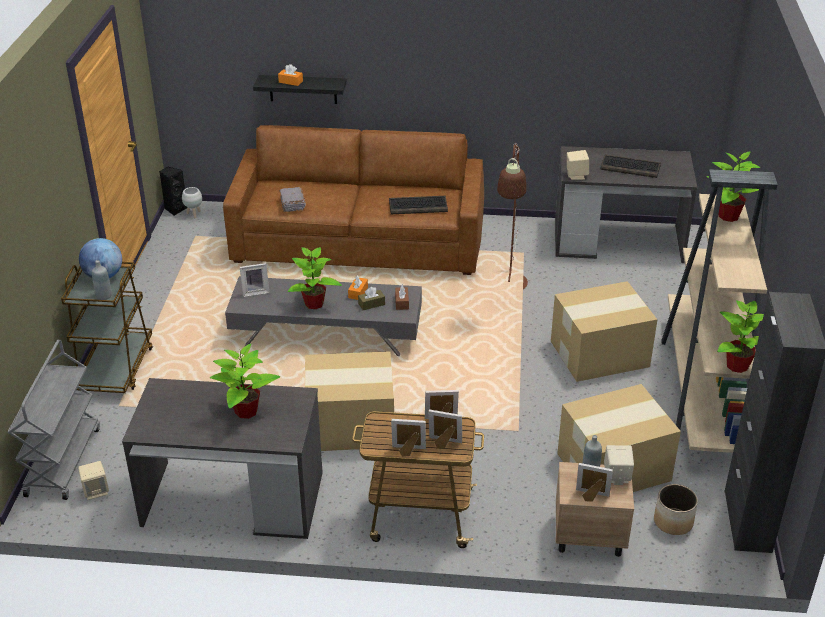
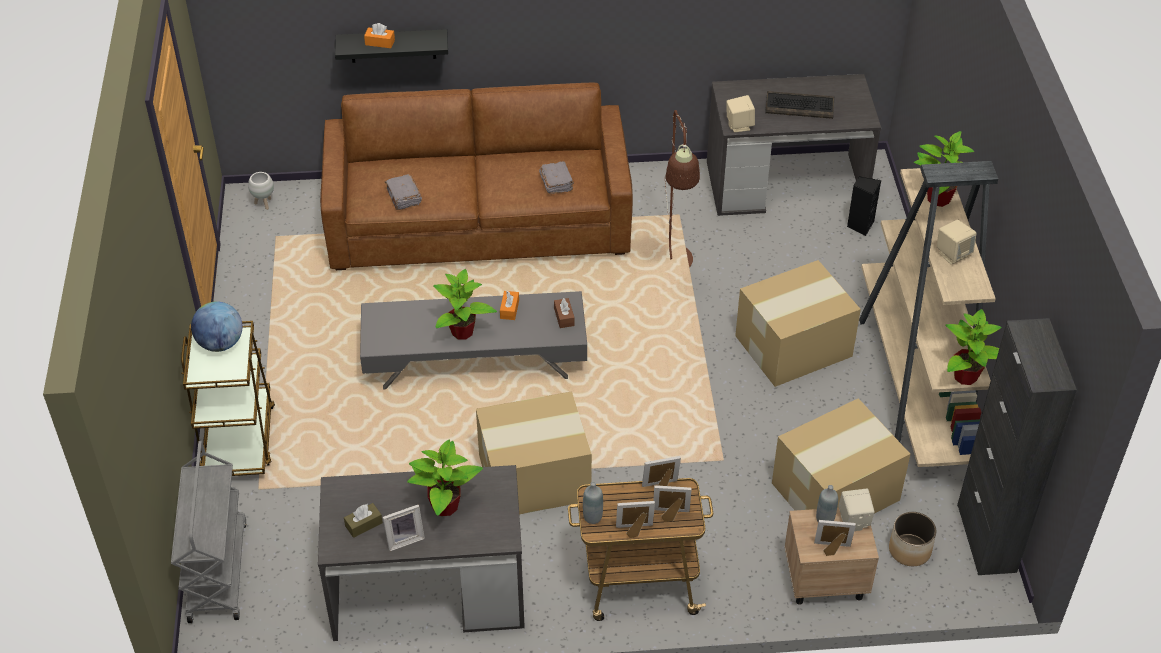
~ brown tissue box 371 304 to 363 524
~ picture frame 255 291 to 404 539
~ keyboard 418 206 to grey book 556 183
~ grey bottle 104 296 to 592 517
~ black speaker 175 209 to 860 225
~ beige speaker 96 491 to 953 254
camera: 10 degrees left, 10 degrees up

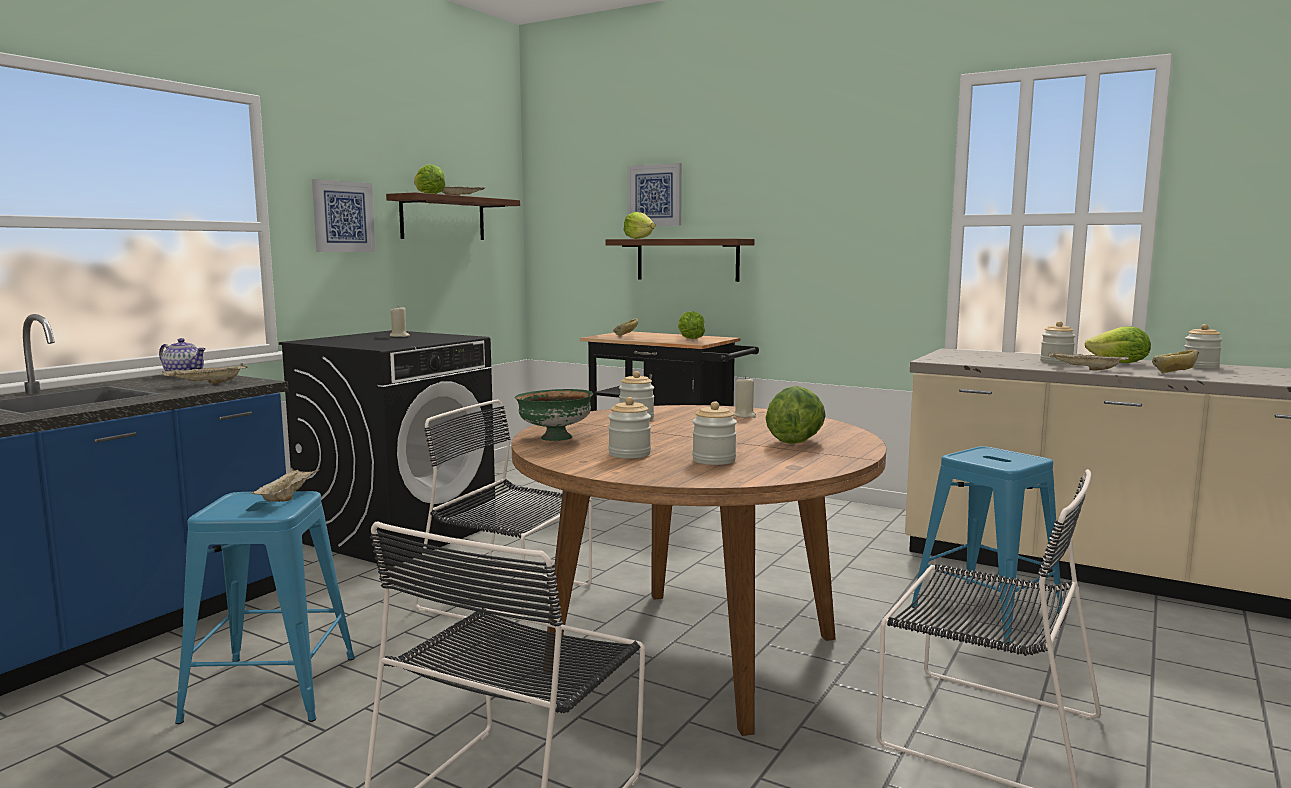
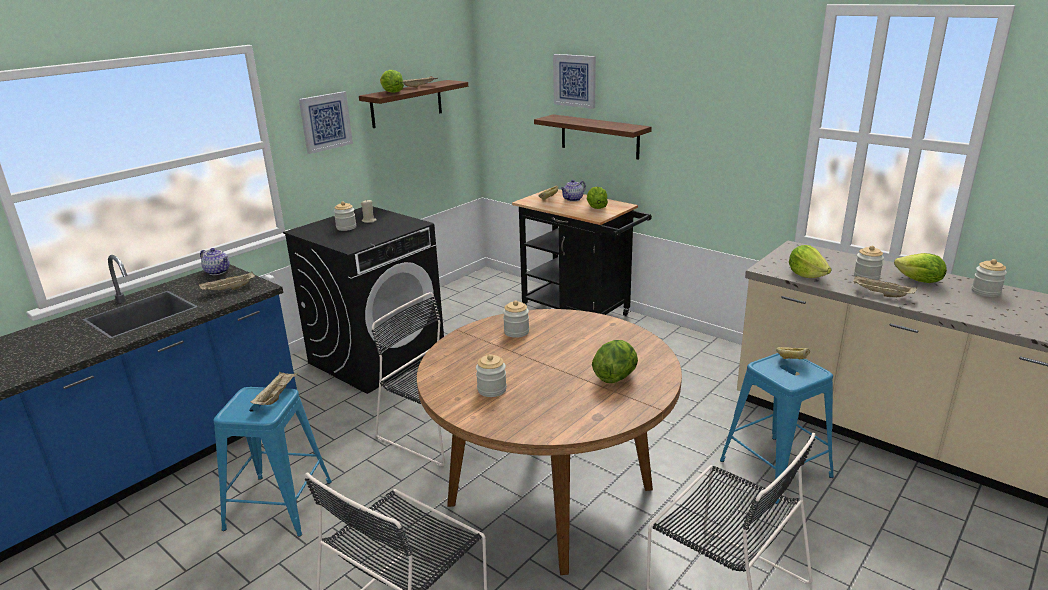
~ jar 714 460 to 346 227
+ teapot 573 199
~ bread 1174 374 to 791 361
~ lettuce 639 239 to 806 275
- green bowl 554 438
- beige candle 744 415
camera: 10 degrees right, 15 degrees up

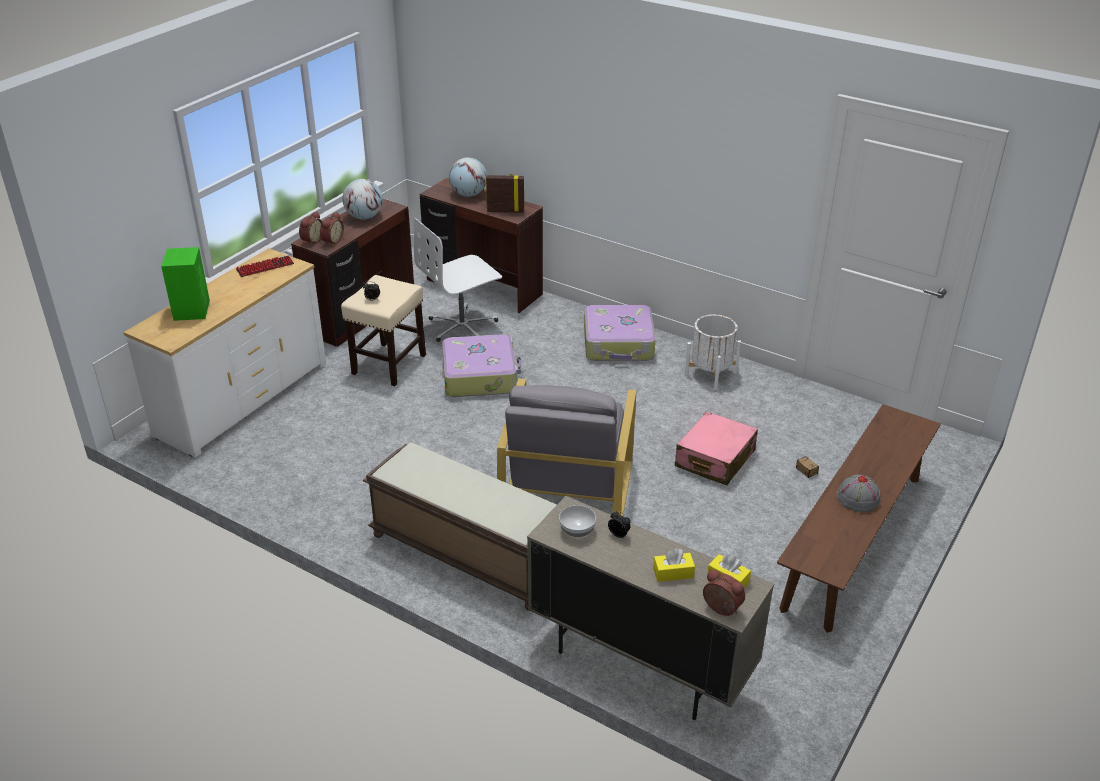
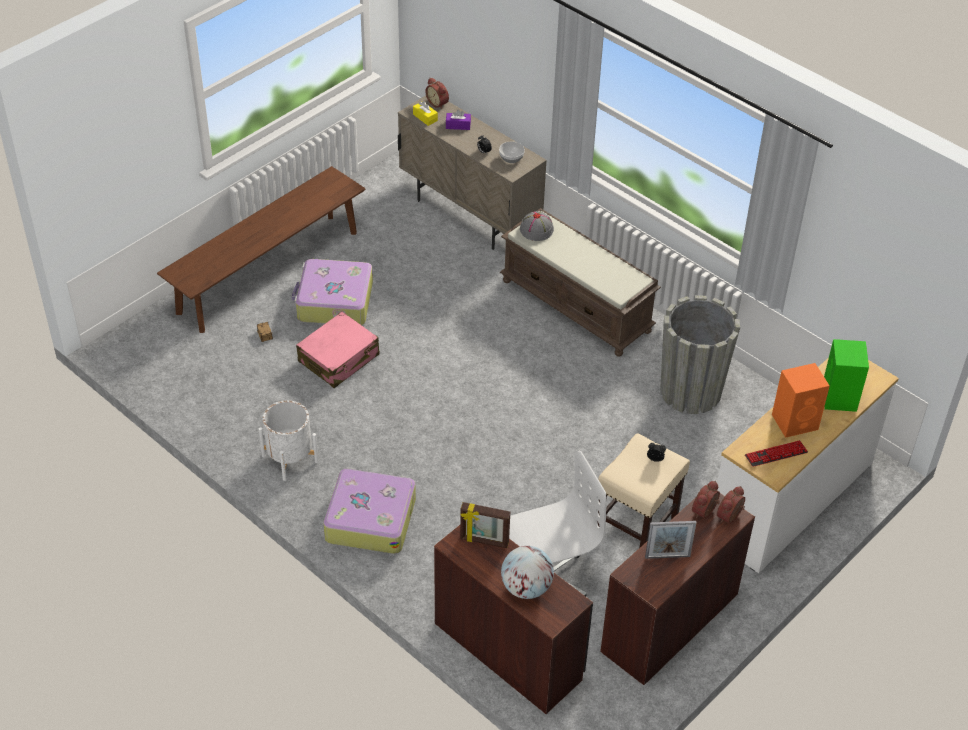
~ suitcase 480 375 to 334 302
~ yellow tissue box 673 573 to purple tissue box 458 125
~ grey hat 858 498 to 537 229
~ globe 364 217 to picture frame 667 556
+ grey planter 690 391
+ orange speaker 796 422
- grey armchair 567 492
camera: 170 degrees left, 10 degrees up

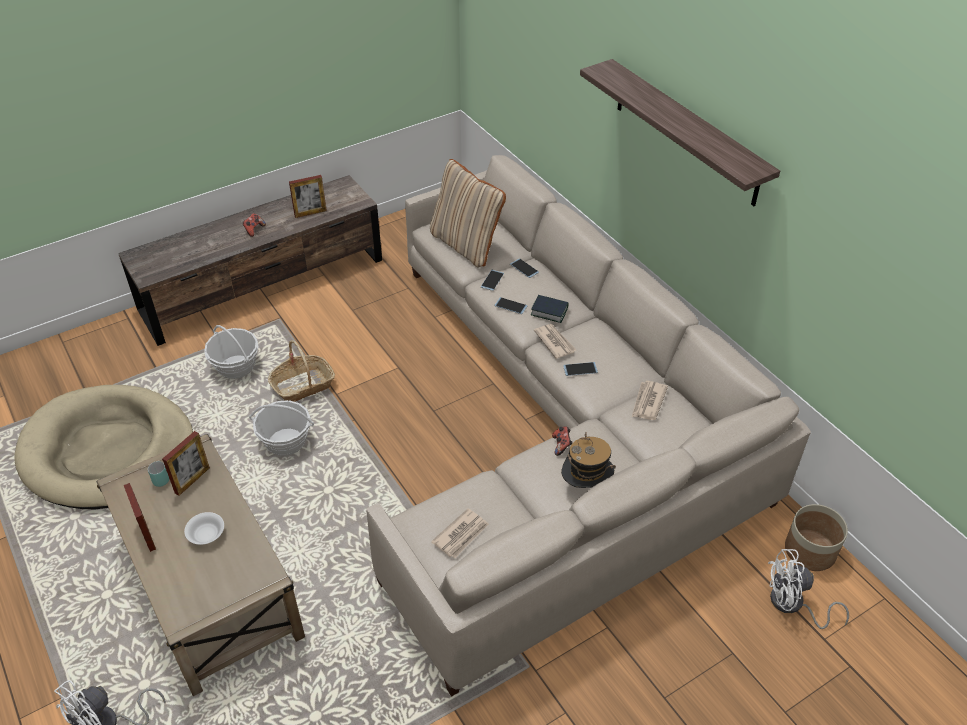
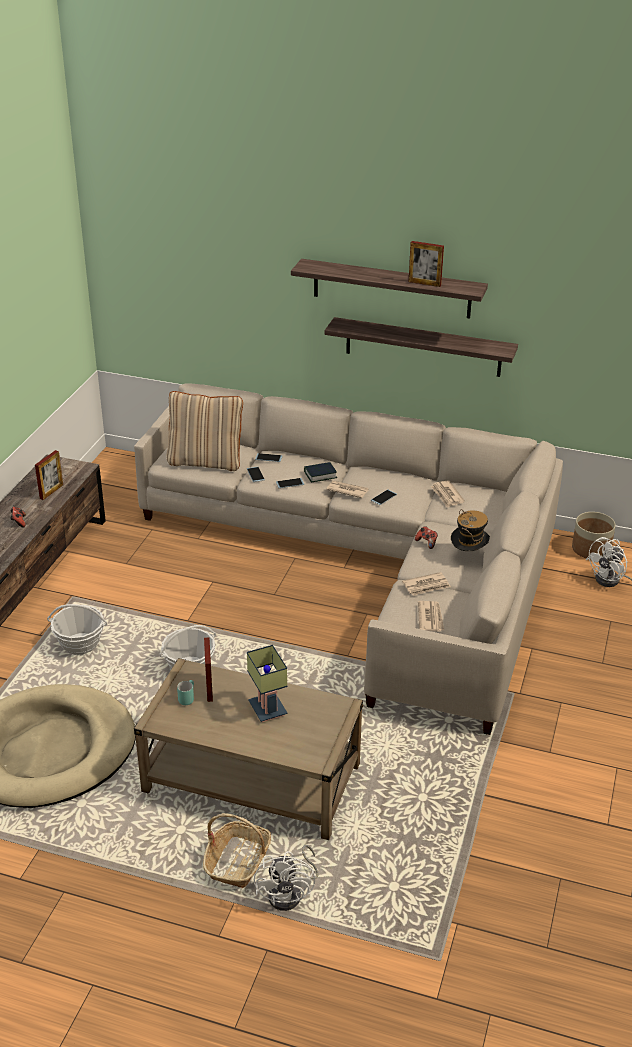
~ basket 303 386 to 238 861
~ white bowl 206 534 to table lamp 265 709
+ shelf 423 347
+ newspaper 426 586
~ picture frame 146 534 to 424 283
camera: 40 degrees left, 10 degrees down

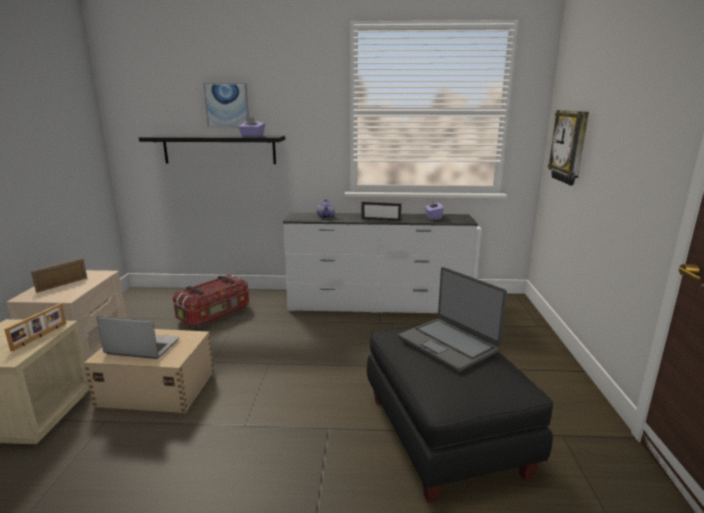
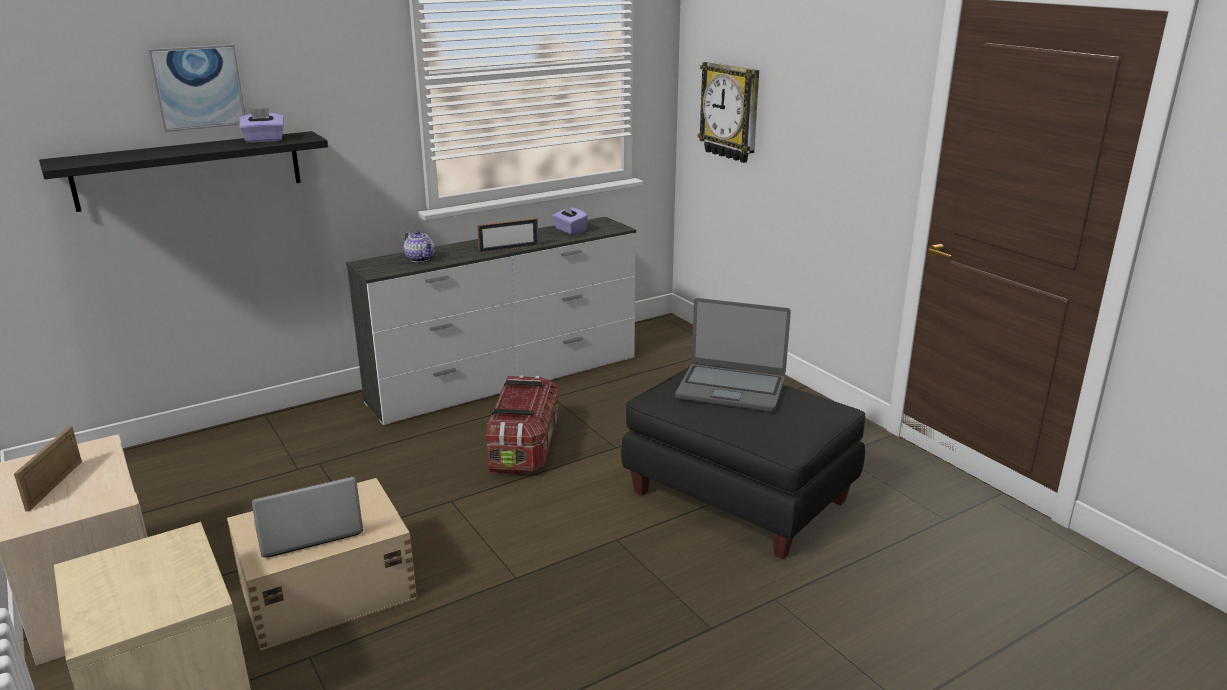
~ storage box 215 314 to 525 446
- picture frame 40 336
camera: 35 degrees left, 5 degrees up

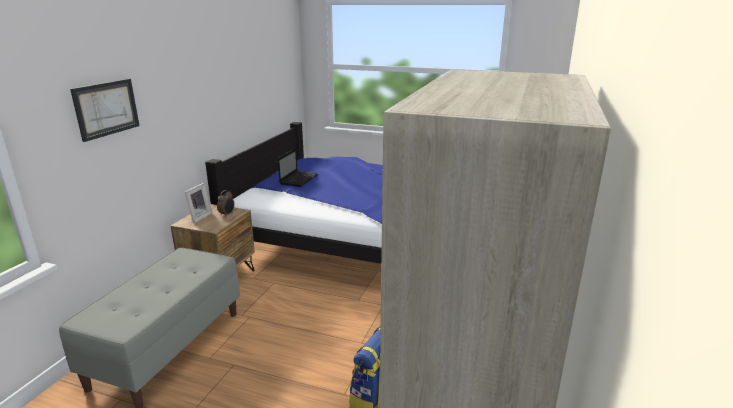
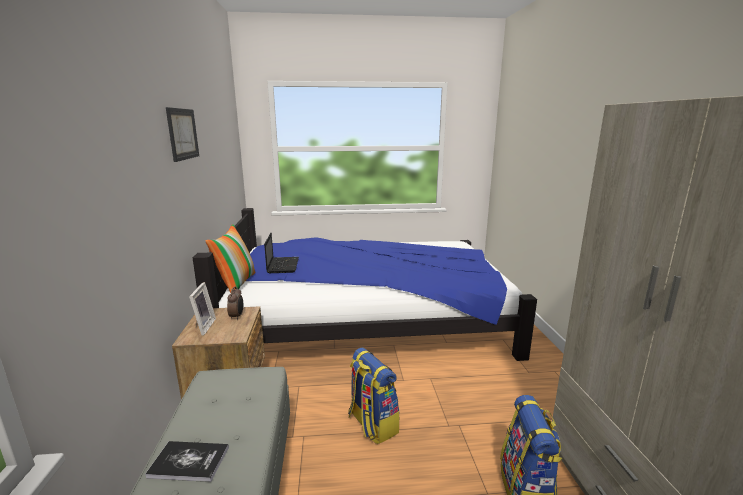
+ book 189 462
~ picture 106 108 to 182 134
+ pillow 236 284
+ backpack 372 424
camera: 25 degrees left, 5 degrees down

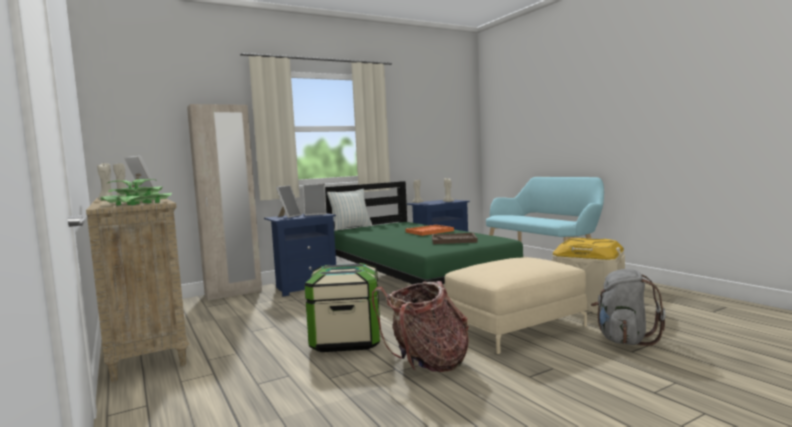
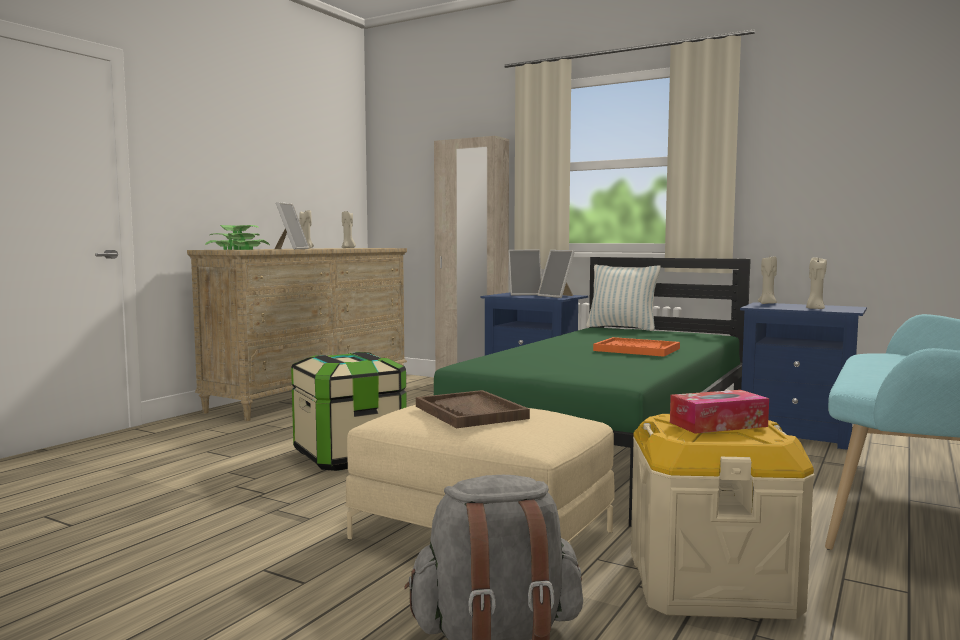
~ brown tray 454 240 to 471 412
+ tissue box 718 424
- backpack 426 363
camera: 60 degrees right, 0 degrees up

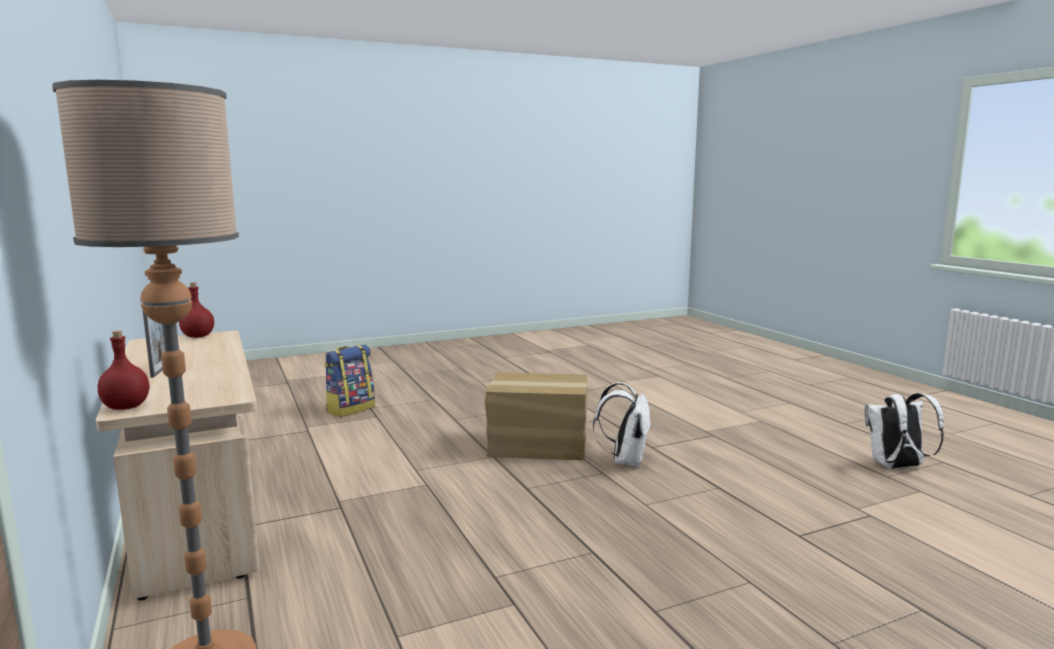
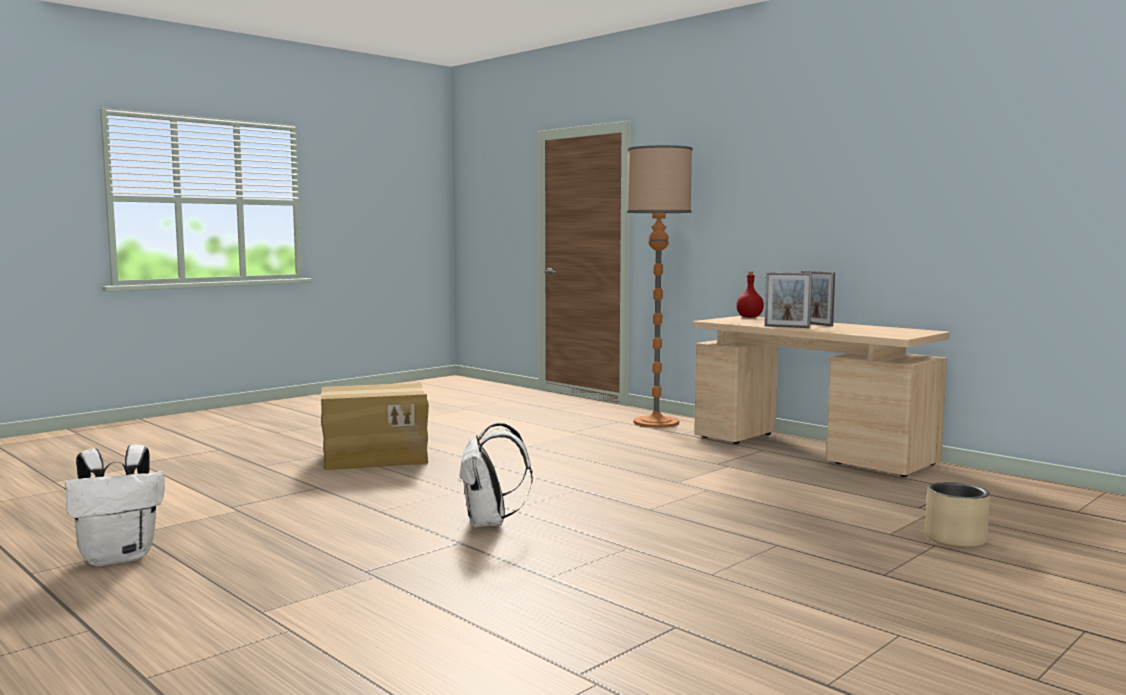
~ cardboard box 537 445 to 375 457
+ picture frame 787 327
~ backpack 350 409 to beige planter 955 539
- red bottle 198 336
camera: 160 degrees right, 5 degrees down

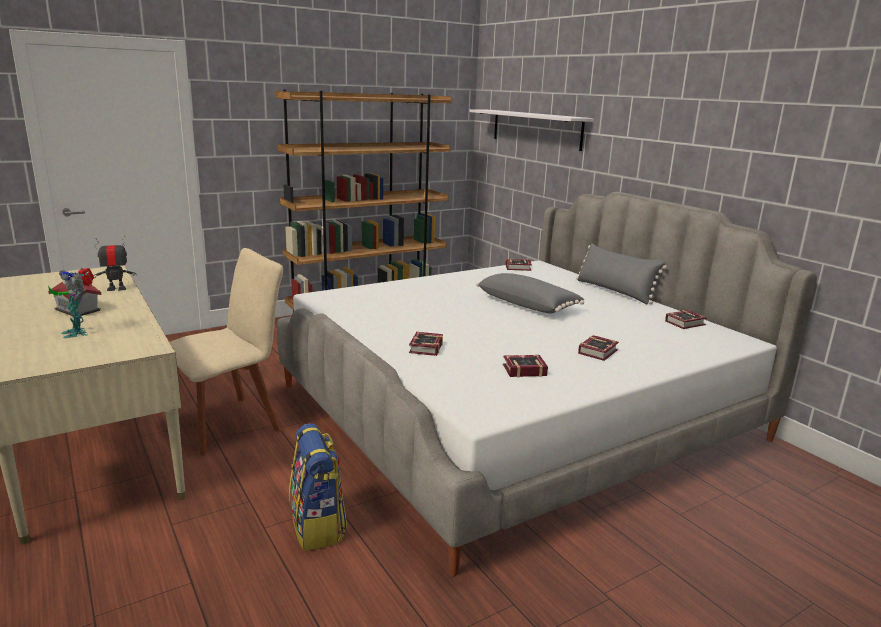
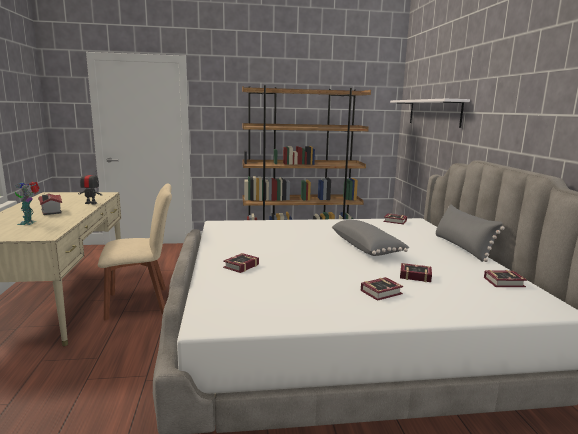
~ book 522 370 to 413 275
- backpack 318 526
camera: 25 degrees right, 5 degrees down

